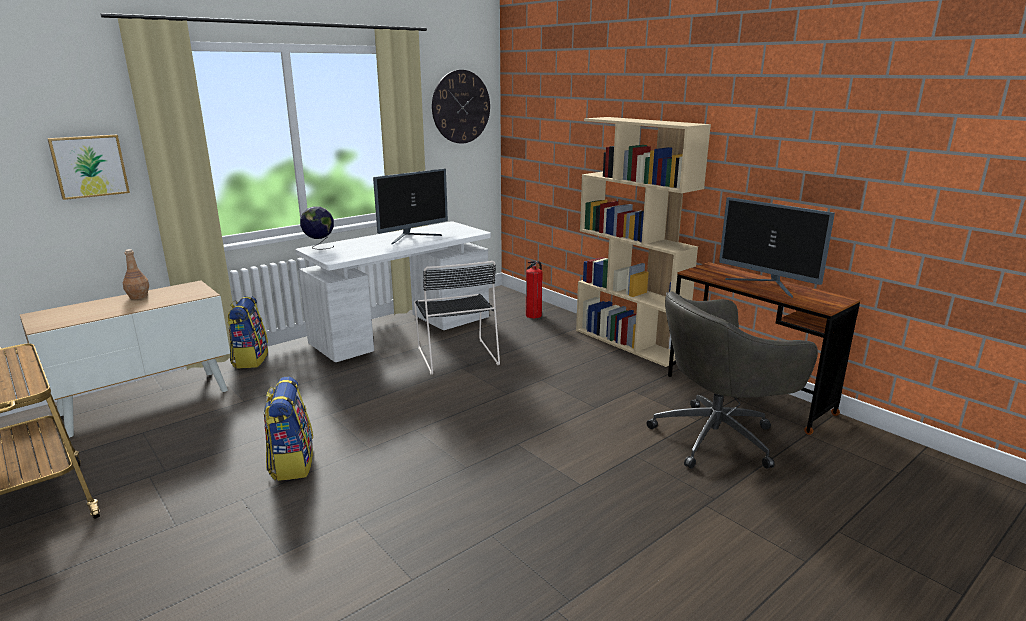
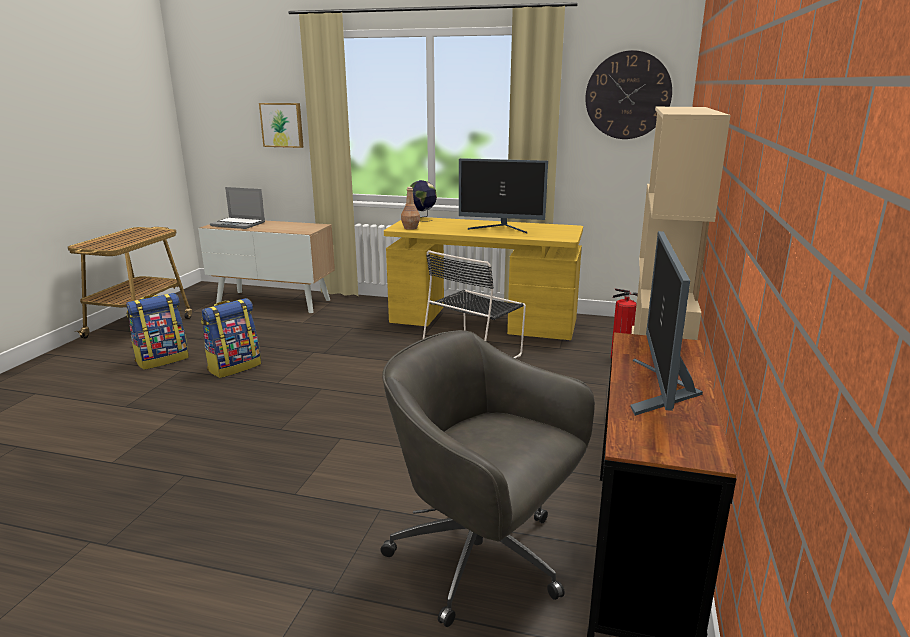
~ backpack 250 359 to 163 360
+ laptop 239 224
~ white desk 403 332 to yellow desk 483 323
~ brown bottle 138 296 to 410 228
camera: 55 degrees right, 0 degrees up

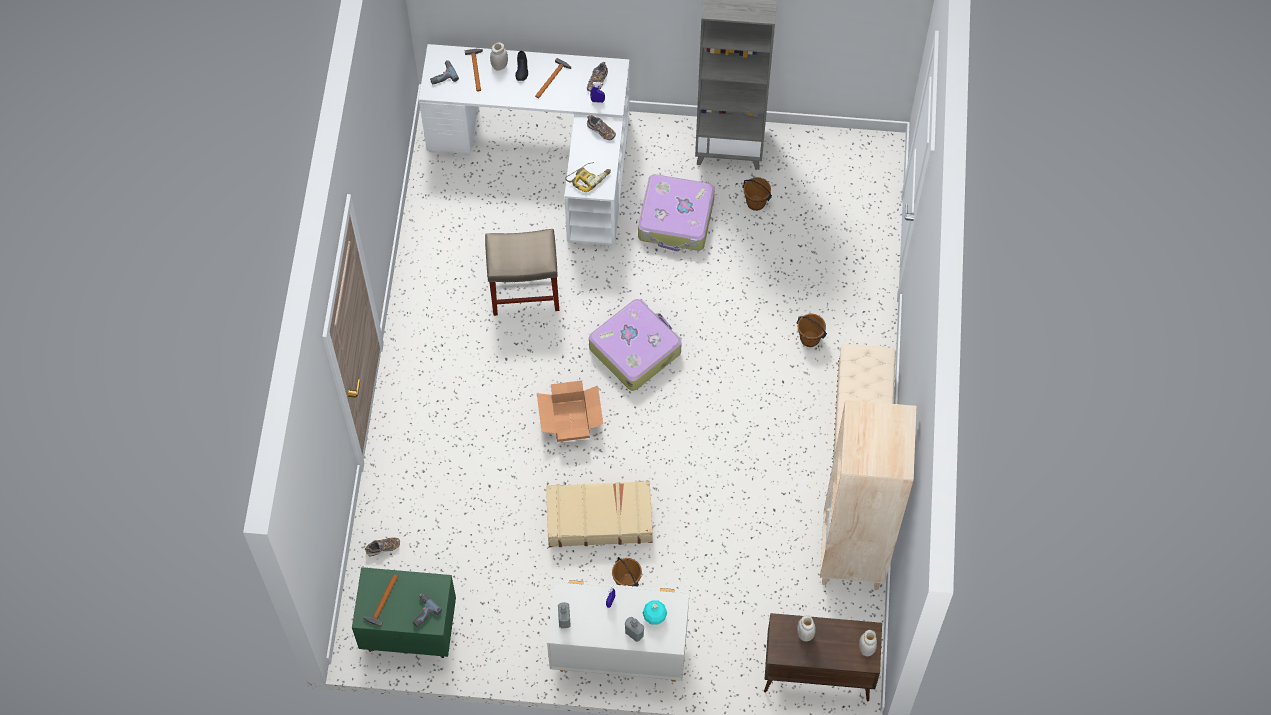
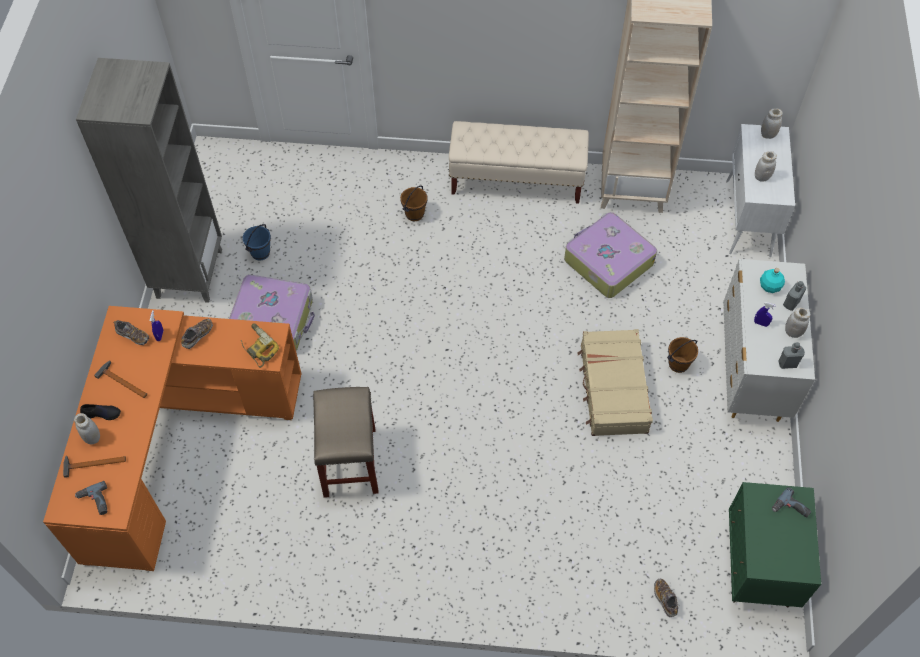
~ white desk 546 153 to orange desk 174 443
~ brown bucket 756 202 to blue bucket 260 253
~ suitcase 635 349 to 607 261
~ brown cabinet 816 674 to white cabinet 748 219
+ white jar 793 332
- hammer 382 602
- cardboard box 571 420
camera: 90 degrees left, 5 degrees down

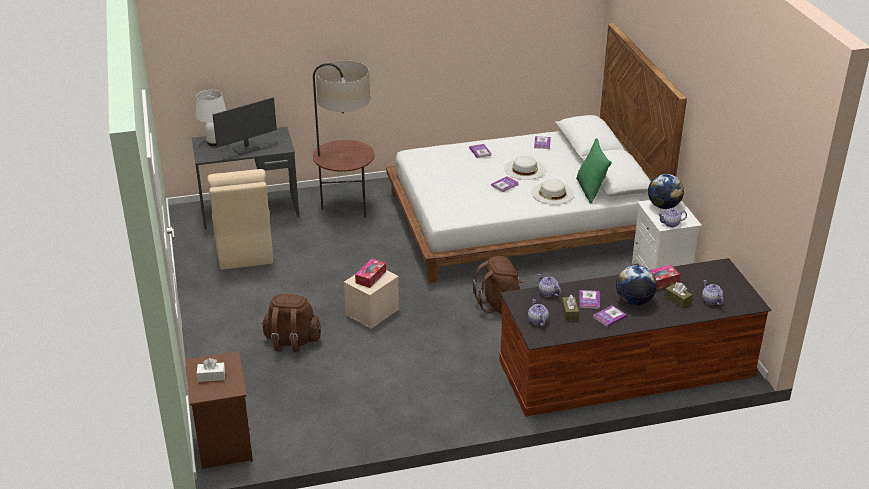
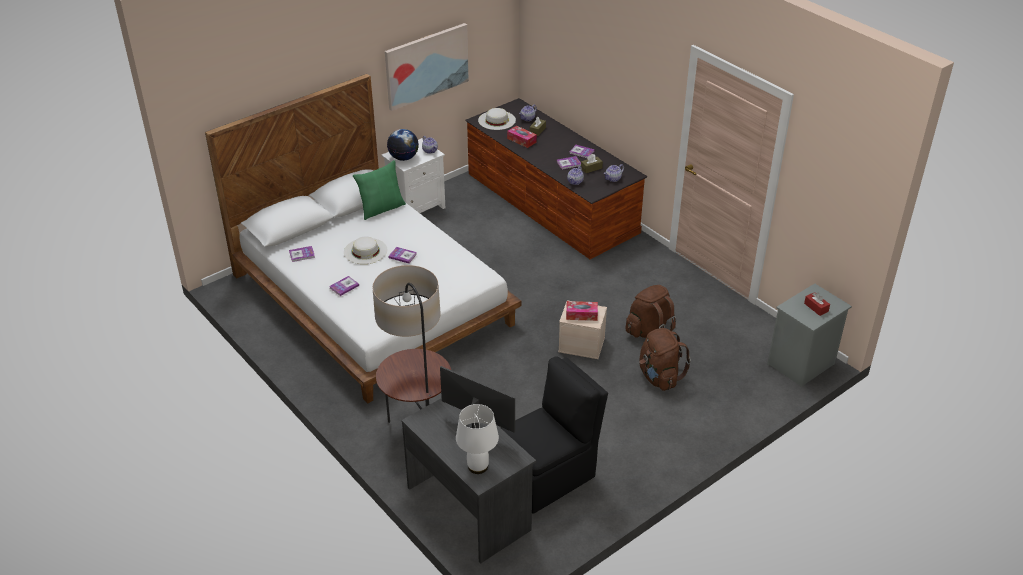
+ picture 426 65
~ white hat 552 193 to 497 120
~ beige chair 244 250 to black chair 547 475
~ brown backpack 500 305 to 648 330
~ brown nightstand 223 442 to grey nightstand 801 365
~ white tissue box 211 376 to red tissue box 816 307
- globe 634 301
camera: 115 degrees left, 5 degrees up

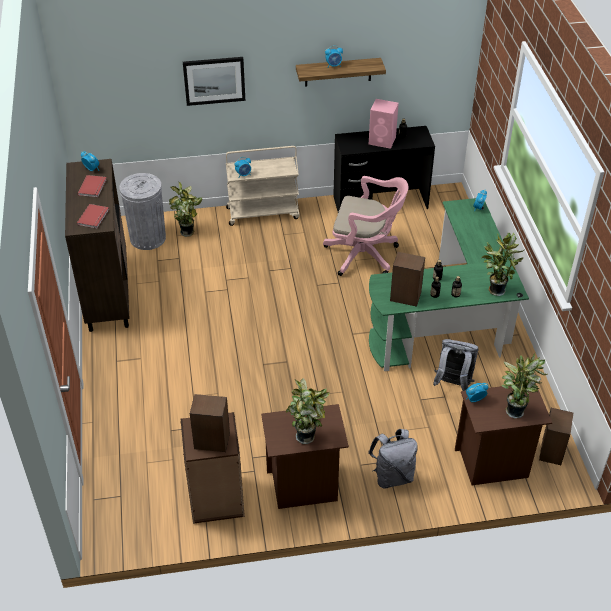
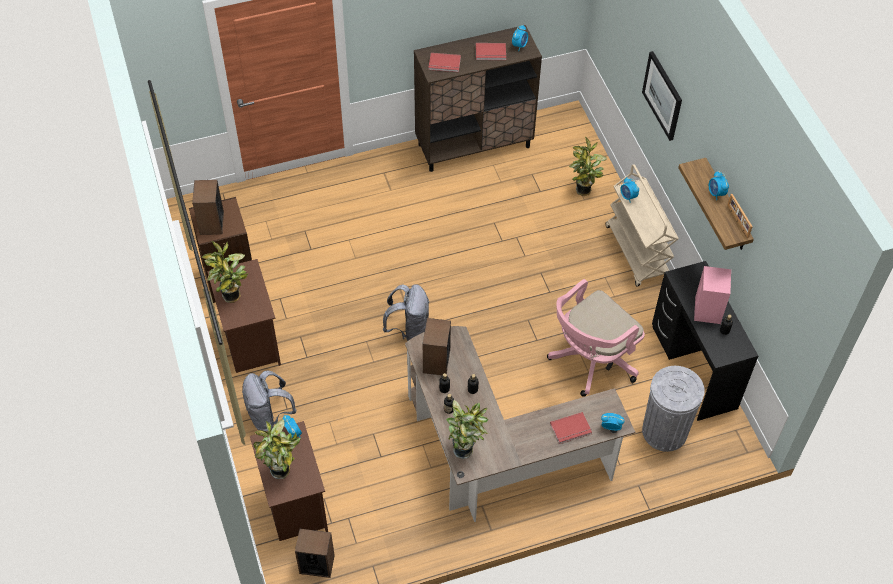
~ grey backpack 452 384 to 409 329
~ green desk 449 323 to brown desk 494 455
~ pink office chair 365 255 = 590 361 45 degrees clockwise
+ red book 571 429
~ grey trash can 148 238 to 664 431
+ picture frame 737 221
camera: 80 degrees right, 10 degrees up

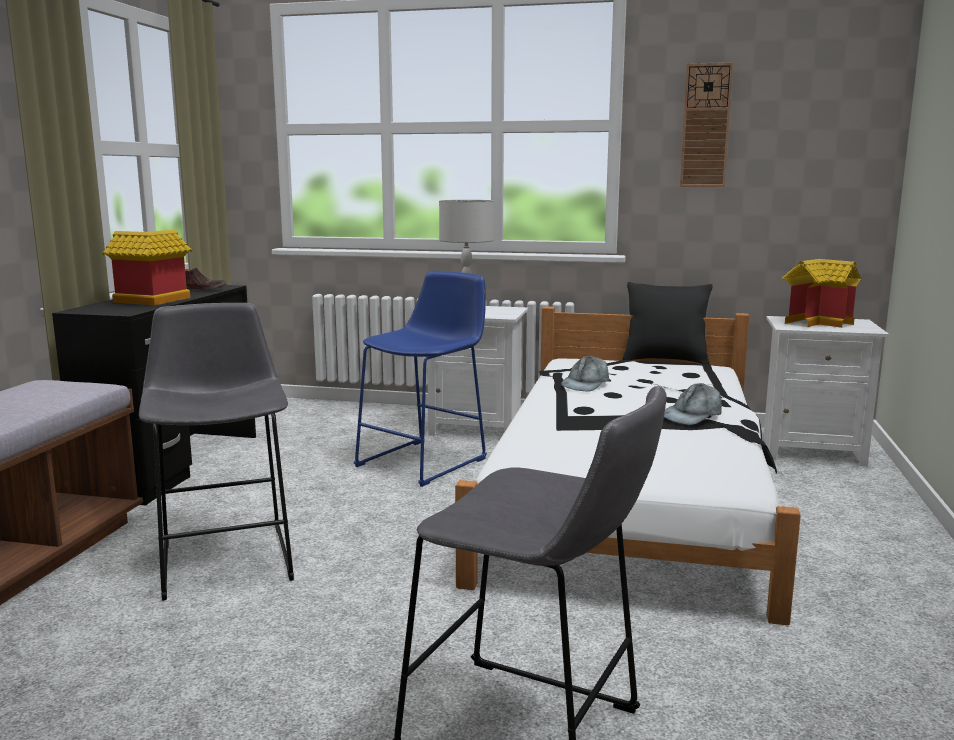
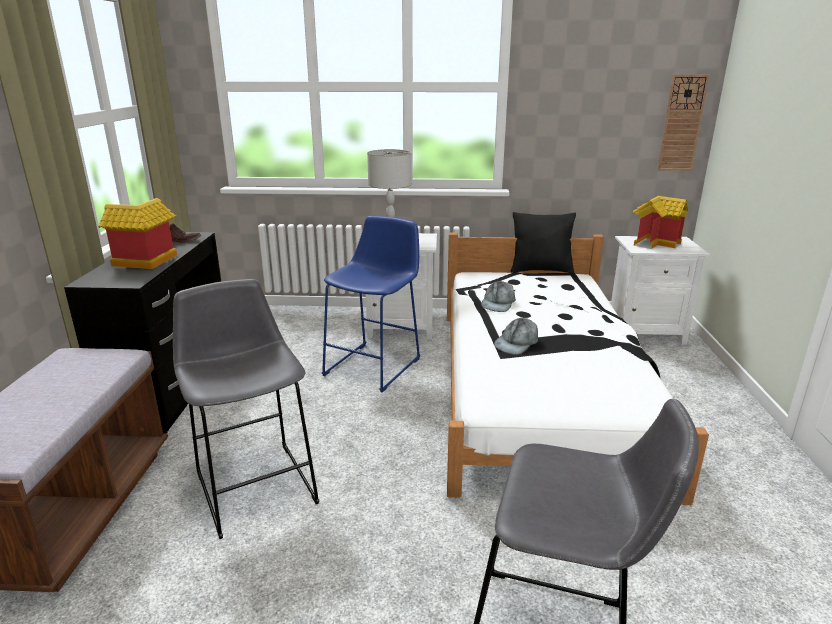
~ grey cap 692 415 to 517 343
~ wall clock 705 126 to 682 123
camera: 10 degrees left, 10 degrees up

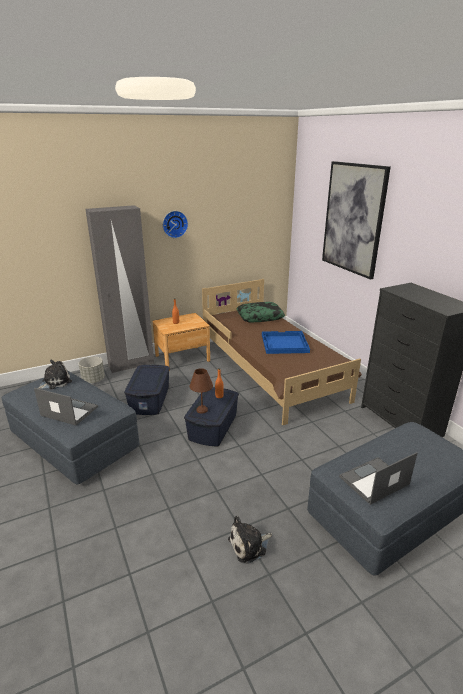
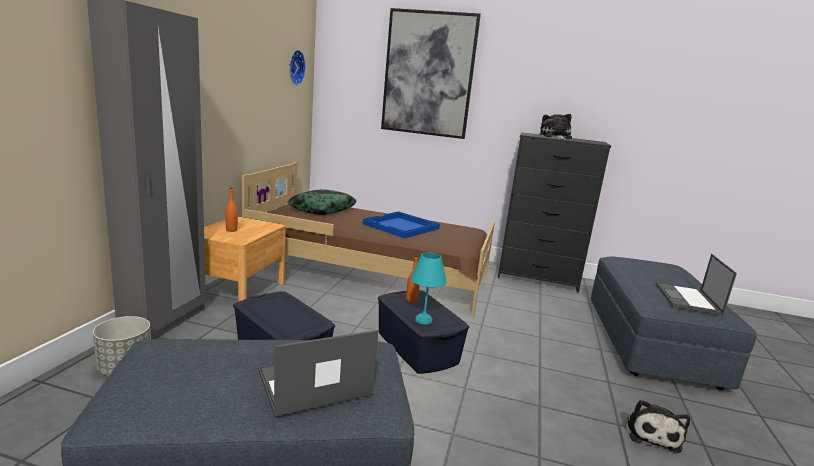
~ wall clock 174 224 to 295 67
~ brown table lamp 202 410 to turquoise table lamp 424 320
~ plush toy 55 382 to 555 137
camera: 50 degrees left, 10 degrees down

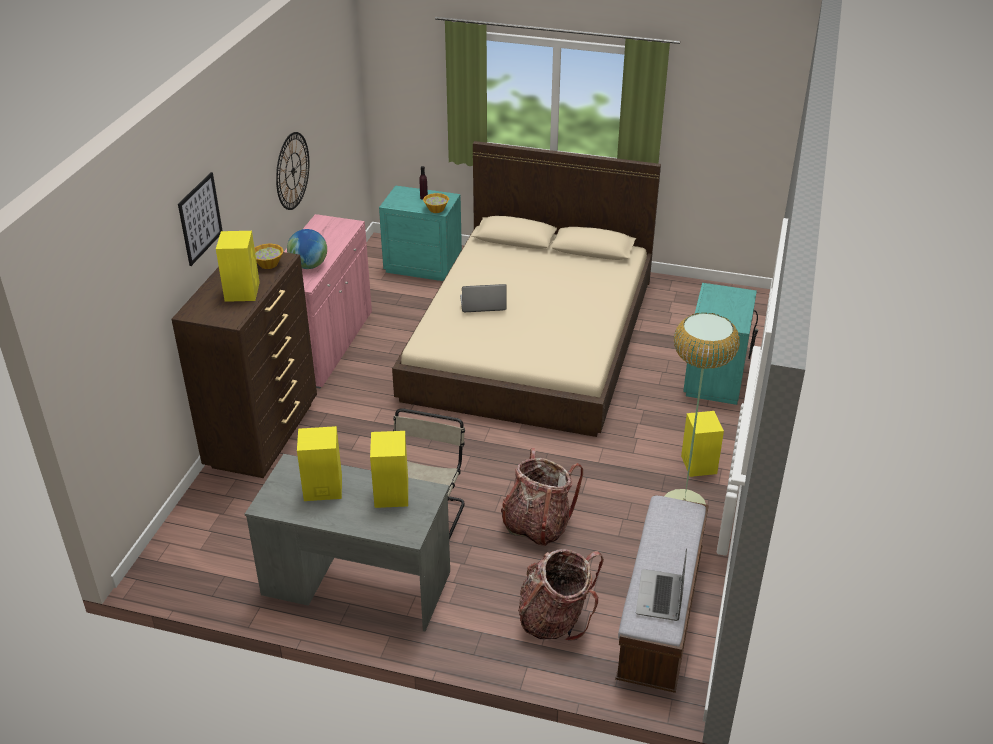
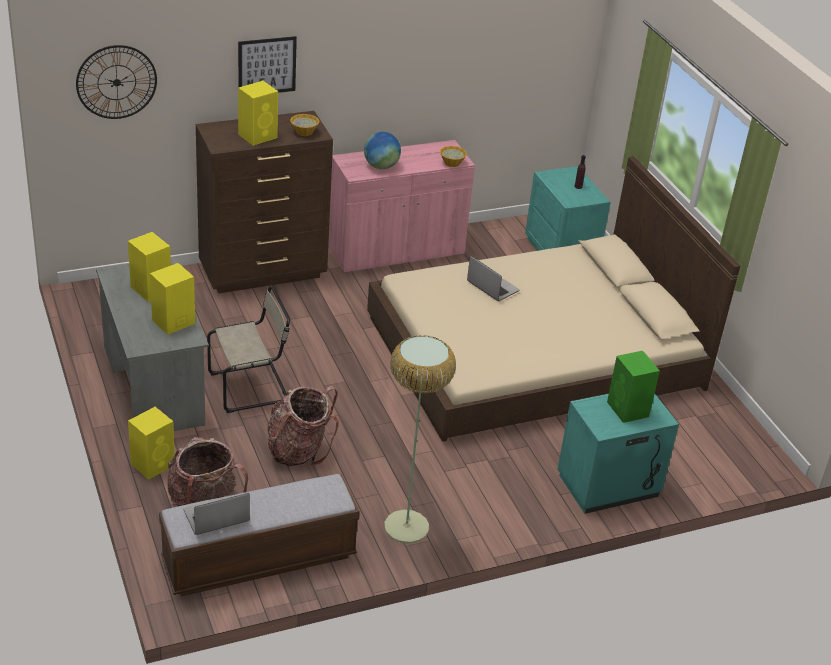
~ wall clock 292 171 to 116 82
~ yellow speaker 698 464 to 153 464
~ bowl 436 209 to 452 163
+ green speaker 628 410
camera: 50 degrees right, 0 degrees up

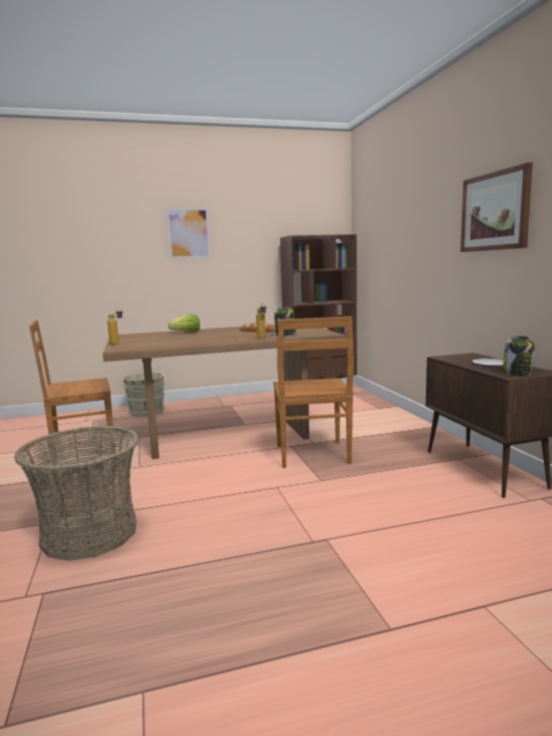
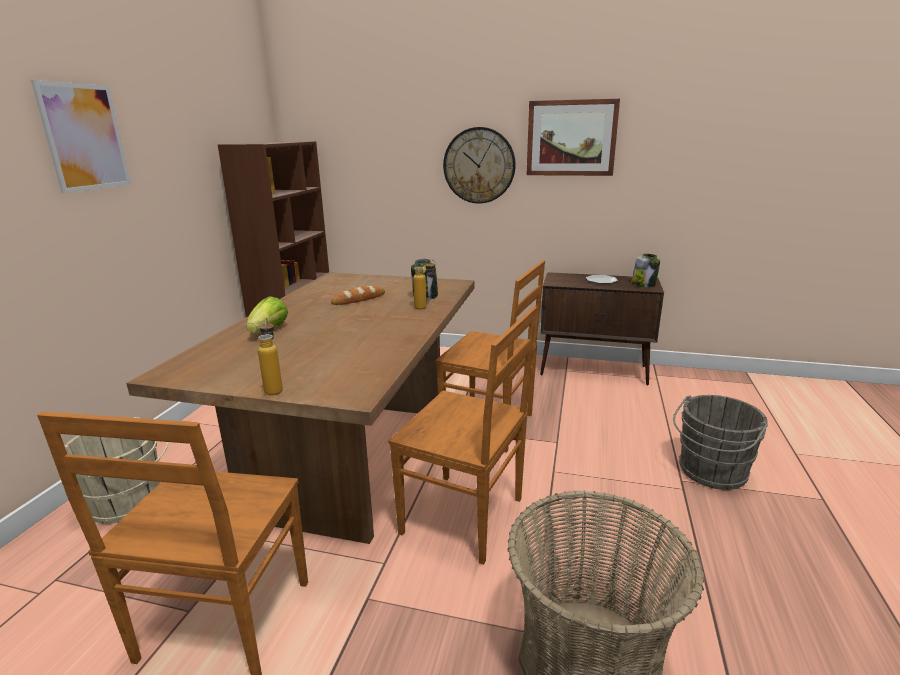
+ brown chair 466 517
+ wall clock 479 165
+ grey bucket 710 472
camera: 60 degrees left, 10 degrees up

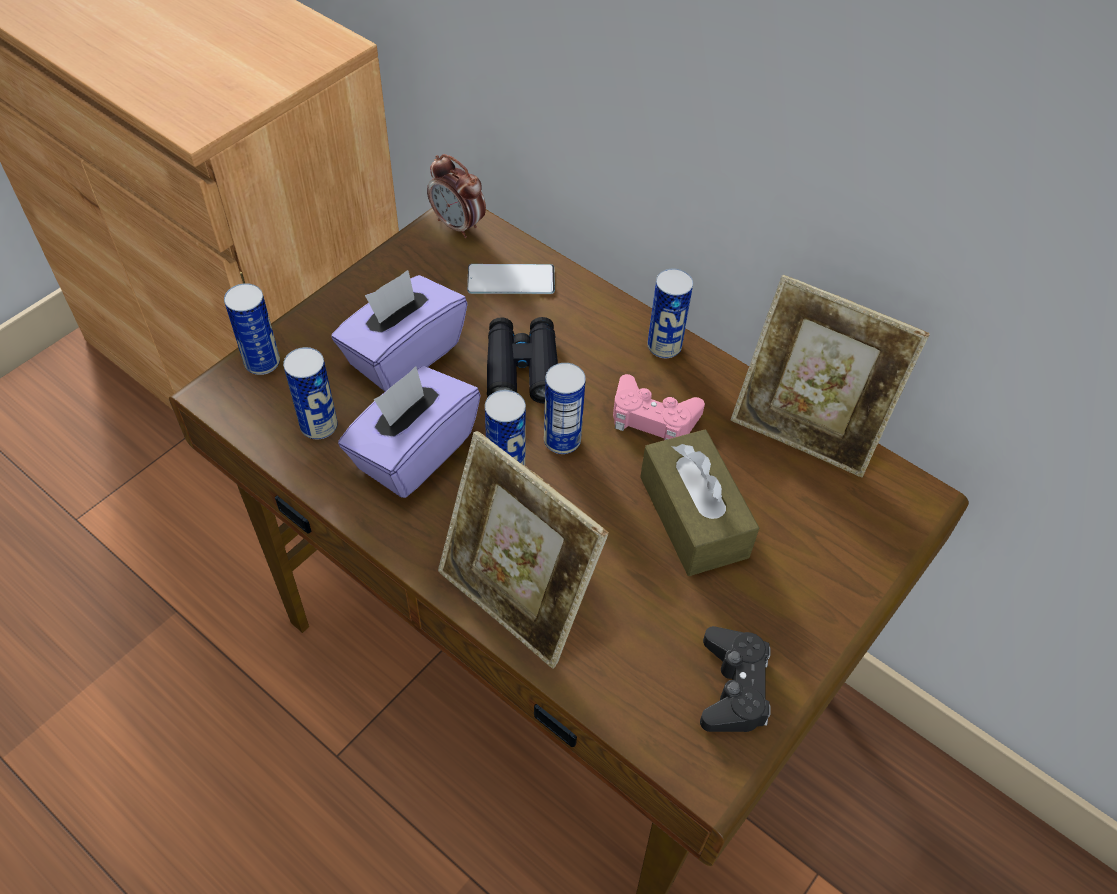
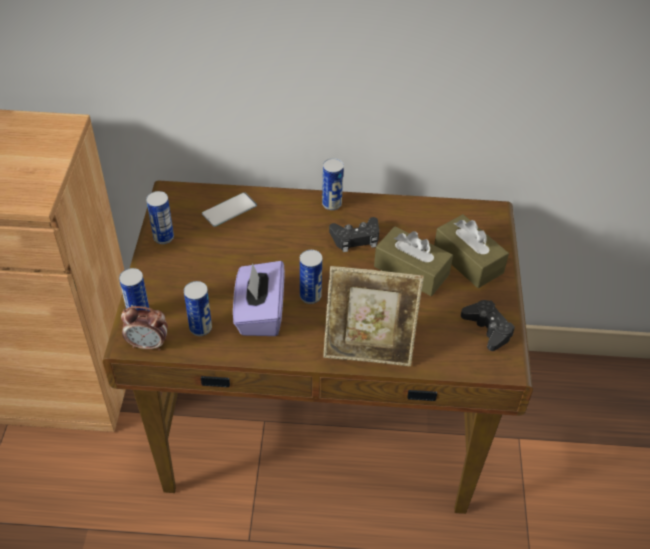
~ alarm clock 458 226 to 148 344
~ can 562 440 to 163 237
~ pink game controller 653 418 to black game controller 356 238
+ brown tissue box 468 260
- purple tissue box 403 354
- black binoculars 522 368
- picture frame 805 430
camera: 35 degrees left, 5 degrees down

